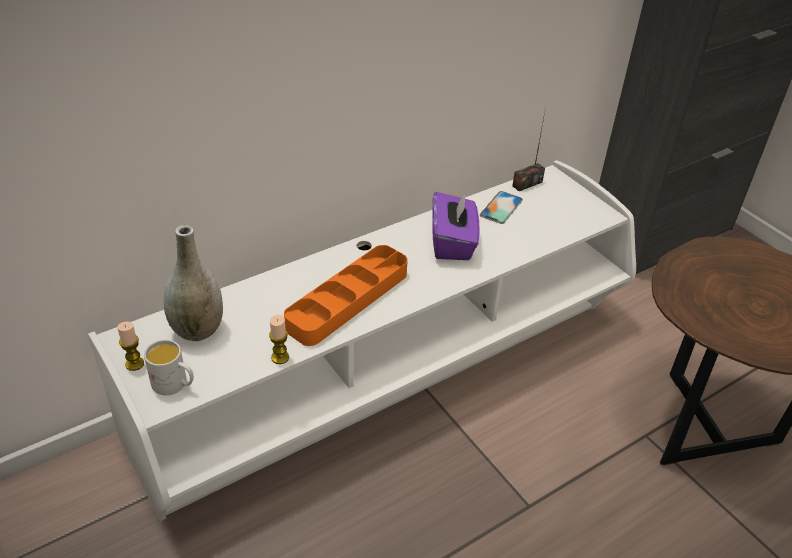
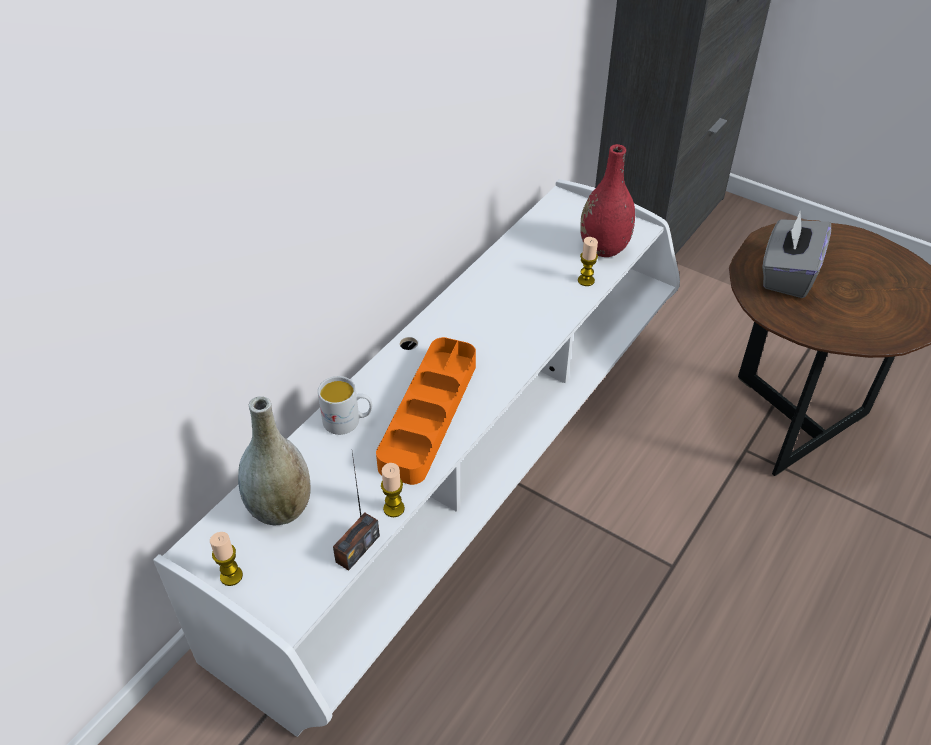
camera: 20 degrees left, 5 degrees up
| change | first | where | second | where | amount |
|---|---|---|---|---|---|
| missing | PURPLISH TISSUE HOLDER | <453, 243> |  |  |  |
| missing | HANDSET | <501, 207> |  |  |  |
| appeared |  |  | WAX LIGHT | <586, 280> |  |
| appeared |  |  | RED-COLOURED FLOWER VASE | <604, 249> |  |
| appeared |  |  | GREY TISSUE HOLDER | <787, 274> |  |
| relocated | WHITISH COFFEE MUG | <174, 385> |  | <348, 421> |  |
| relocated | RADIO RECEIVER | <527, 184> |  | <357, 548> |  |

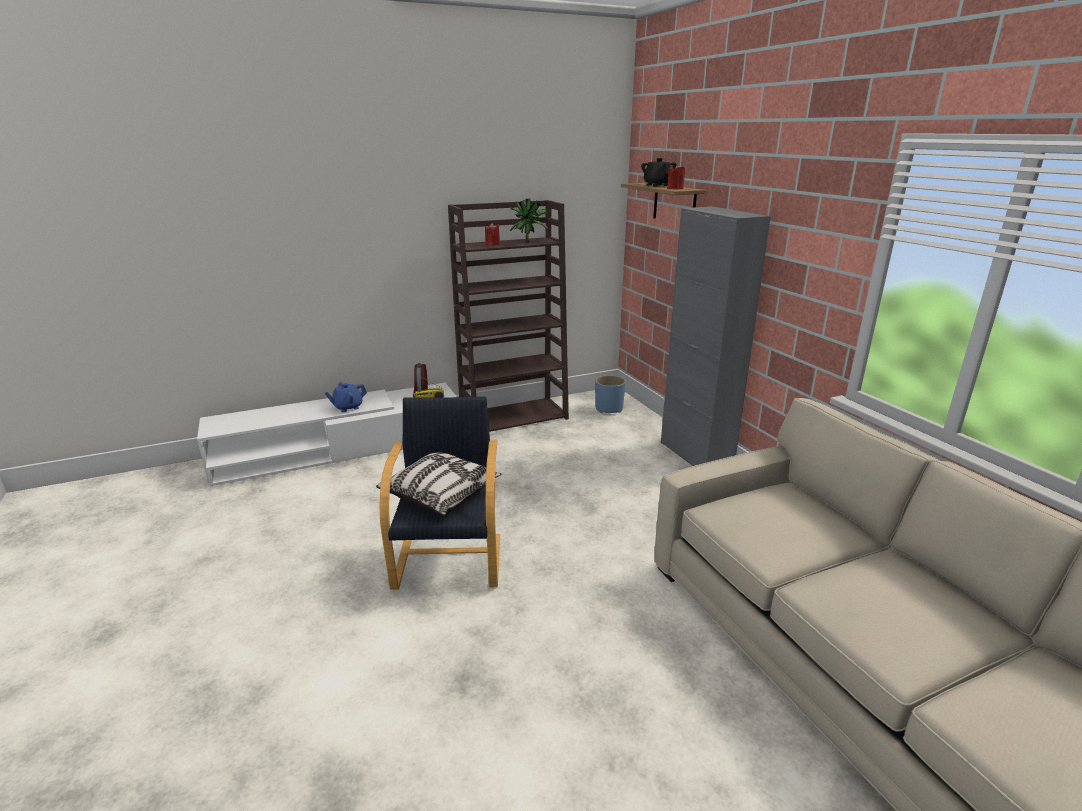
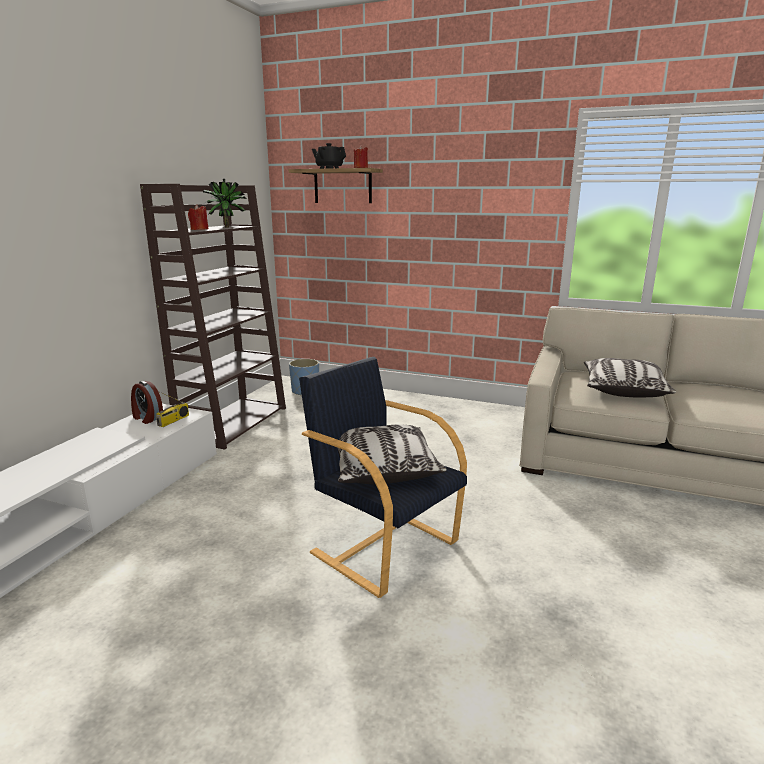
camera: 45 degrees left, 5 degrees down
| change | first | where | second | where | amount |
|---|---|---|---|---|---|
| missing | BLUE-COLOURED TEAPOT | <347, 407> |  |  |  |
| missing | GREY CABINET | <695, 455> |  |  |  |
| appeared |  |  | THROW PILLOW | <623, 390> |  |

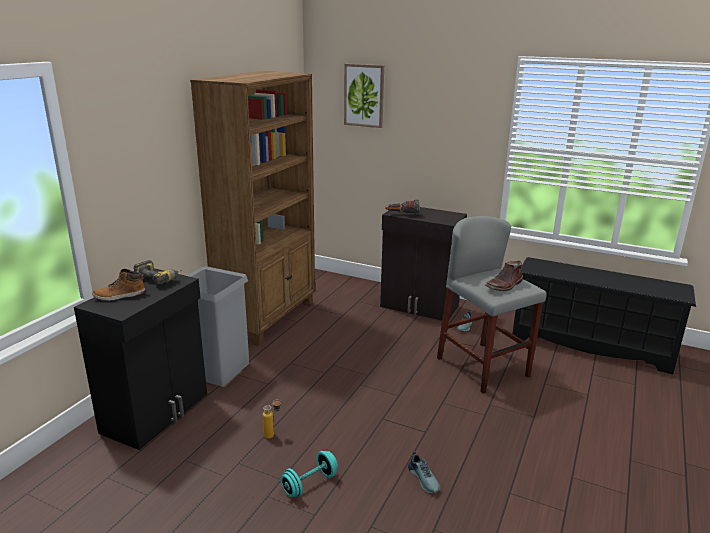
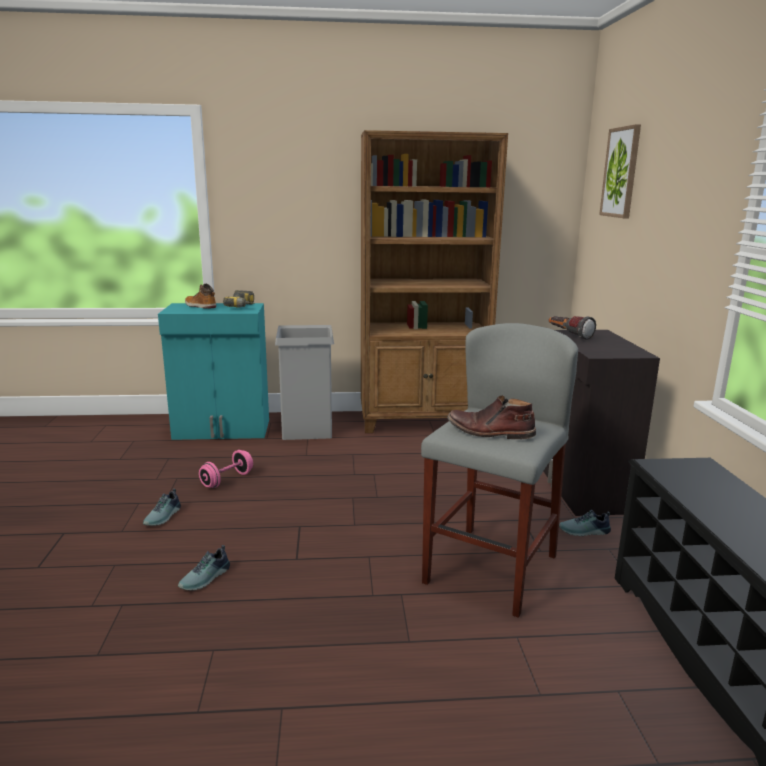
camera: 60 degrees right, 5 degrees down
| change | first | where | second | where | amount |
|---|---|---|---|---|---|
| exchanged | BEVERAGE BOTTLE | <273, 434> | PINK-COLOURED HAND WEIGHT | <227, 480> |  |
| exchanged | BLUE-GREEN HAND WEIGHT | <310, 484> | LOW SHOE | <164, 517> |  |
| colour | BLACKISH CABINET | <157, 413> | BLUE-GREEN CABINET | <222, 430> |  |

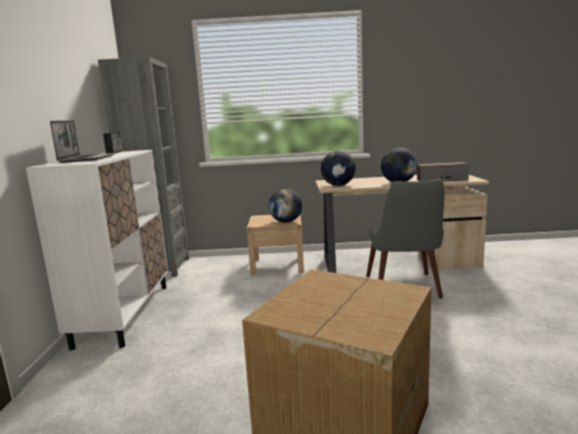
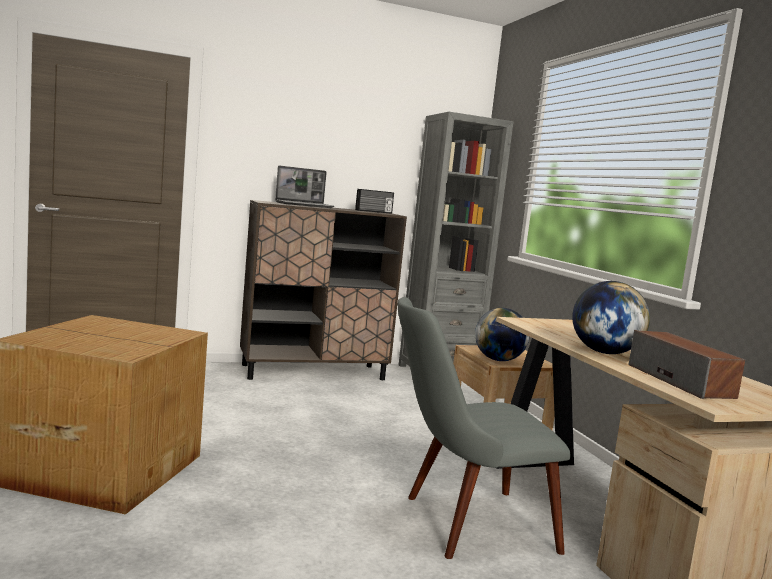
camera: 70 degrees right, 5 degrees down
| change | first | where | second | where | amount |
|---|---|---|---|---|---|
| missing | WORLD GLOBE | <338, 185> |  |  |  |
| colour | WHITISH CABINET | <125, 313> | BROWN CABINET | <314, 372> |  |

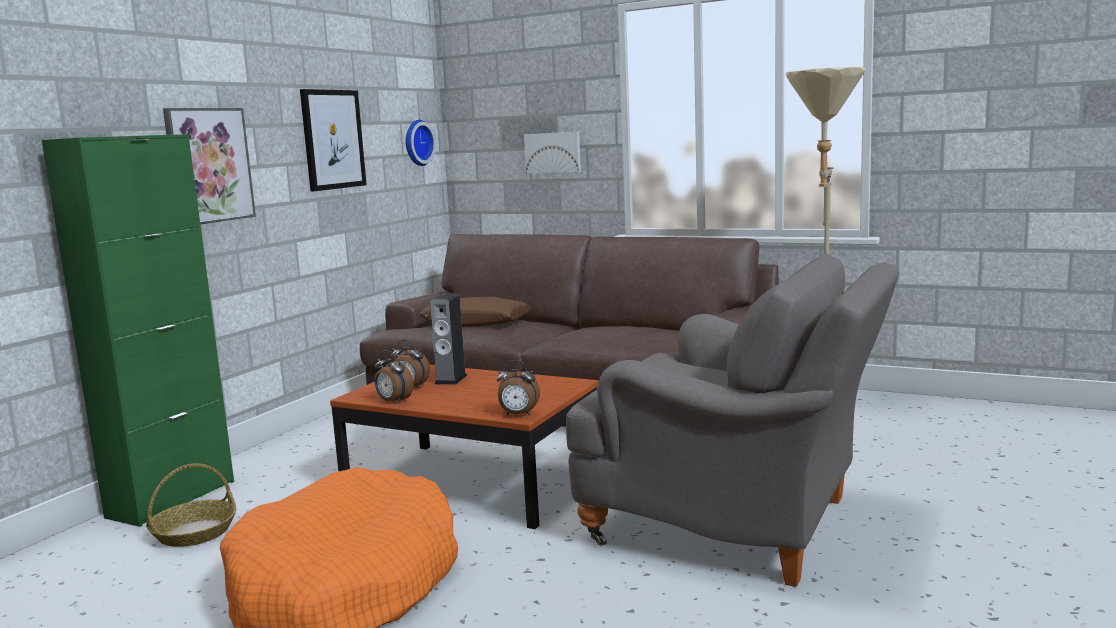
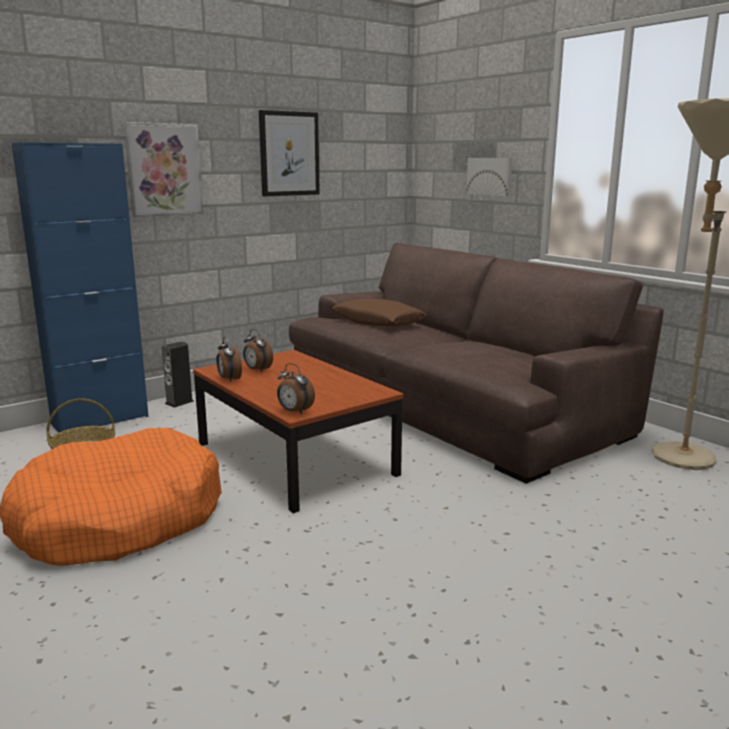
camera: 25 degrees right, 5 degrees up
| change | first | where | second | where | amount |
|---|---|---|---|---|---|
| missing | CLOCK ON THE WALL | <417, 143> |  |  |  |
| missing | GREY EASY CHAIR | <736, 524> |  |  |  |
| relocated | LOUDSPEAKER | <451, 379> |  | <179, 402> |  |
| colour | GREEN CABINET | <172, 499> | BLUE-COLOURED CABINET | <100, 420> |  |

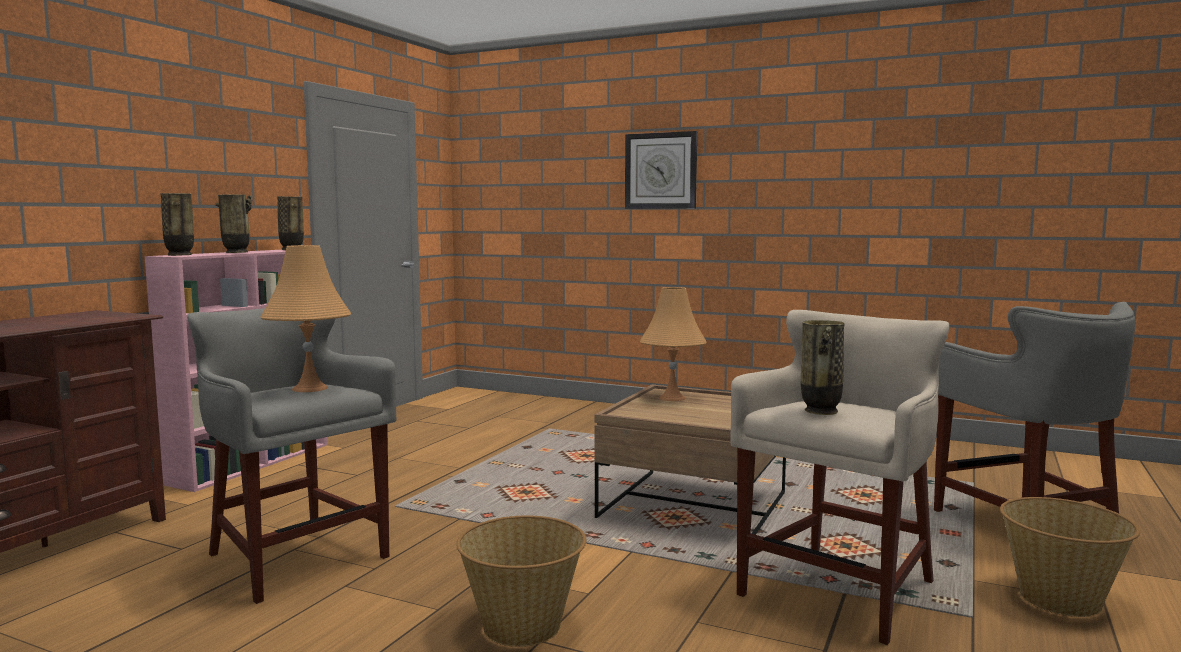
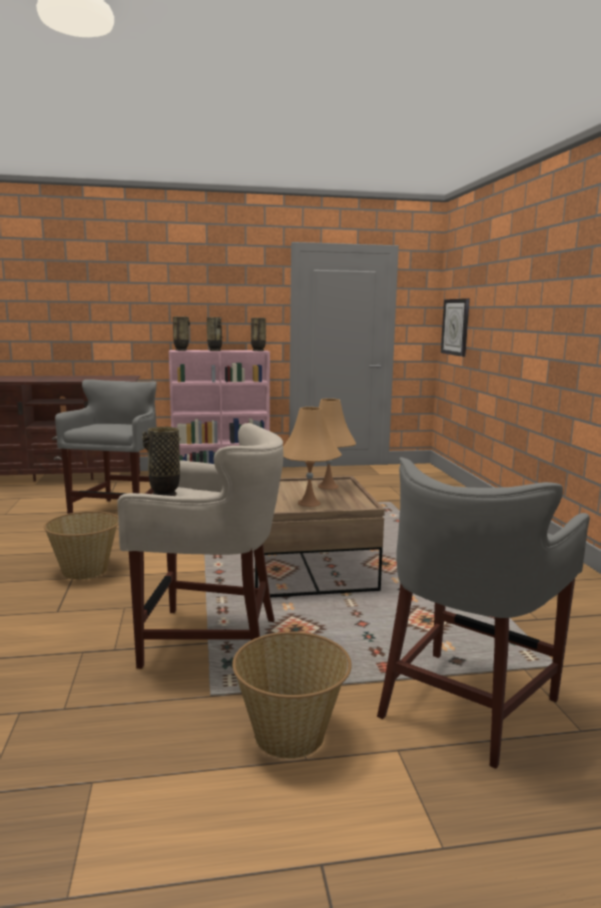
camera: 55 degrees right, 5 degrees up
| change | first | where | second | where | amount |
|---|---|---|---|---|---|
| relocated | ORANGEY TABLETOP LAMP | <309, 388> |  | <309, 503> |  |
| relocated | CLOCK ON THE WALL | <661, 171> |  | <456, 327> |  |

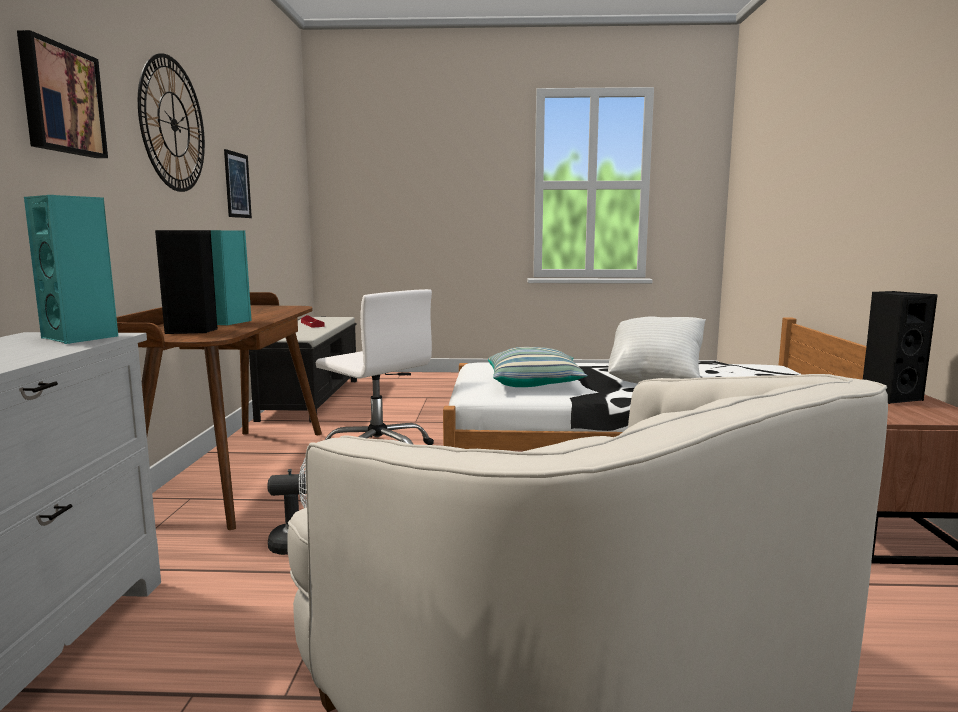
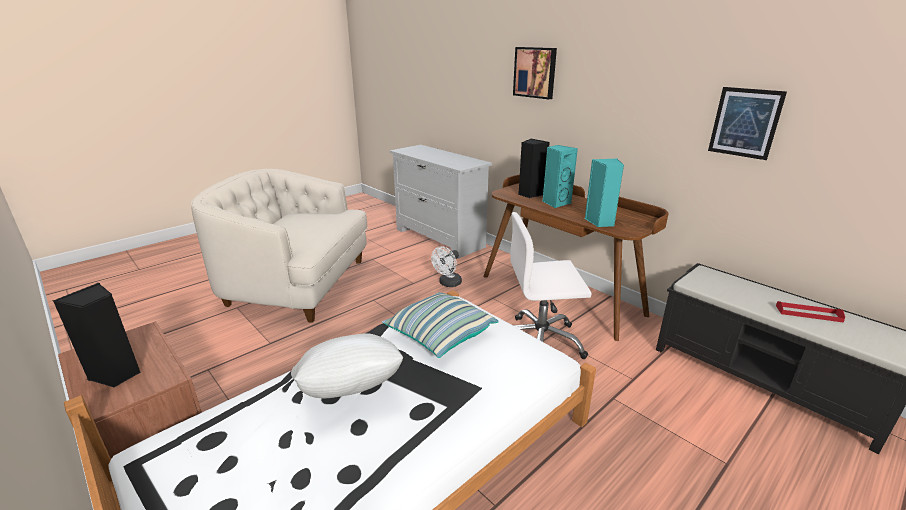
camera: 135 degrees right, 15 degrees up
| change | first | where | second | where | amount |
|---|---|---|---|---|---|
| missing | CLOCK ON THE WALL | <173, 124> |  |  |  |
| relocated | BLUE-GREEN LOUDSPEAKER | <81, 338> |  | <600, 222> |  |

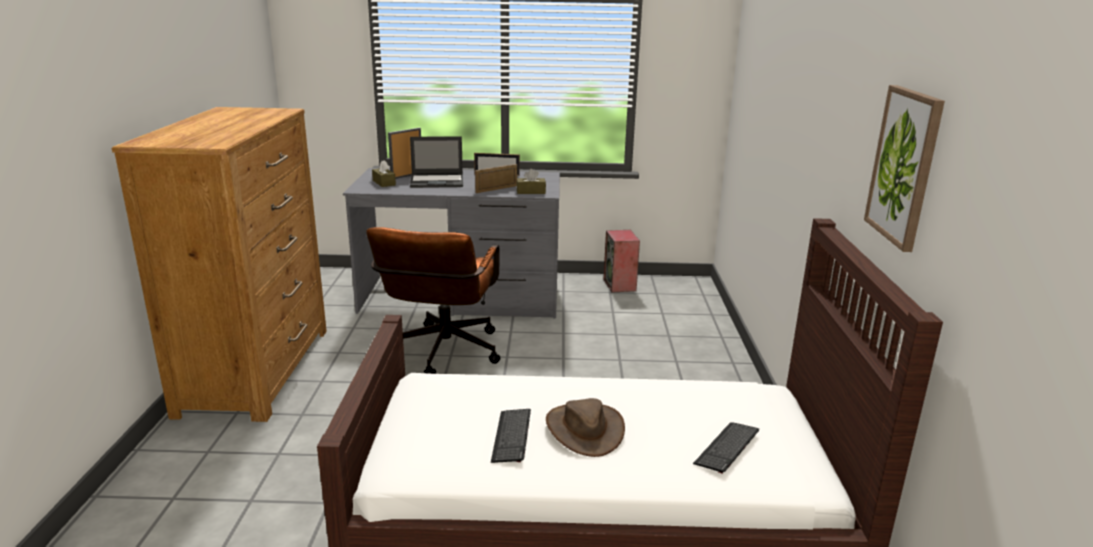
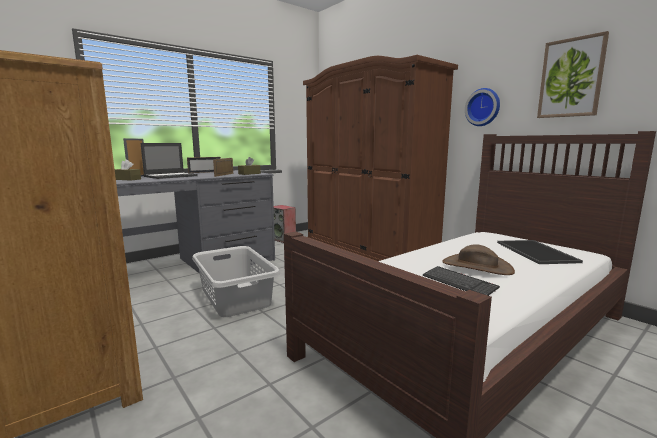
camera: 40 degrees left, 10 degrees down
| change | first | where | second | where | amount |
|---|---|---|---|---|---|
| appeared |  |  | BROWN WARDROBE | <367, 252> |  |
| appeared |  |  | CLOCK ON THE WALL | <483, 107> |  |
| exchanged | BROWN OFFICE CHAIR | <442, 355> | GREY LAUNDRY BASKET | <234, 297> |  |
| exchanged | PC KEYBOARD | <727, 448> | SERVING TRAY | <537, 252> |  |

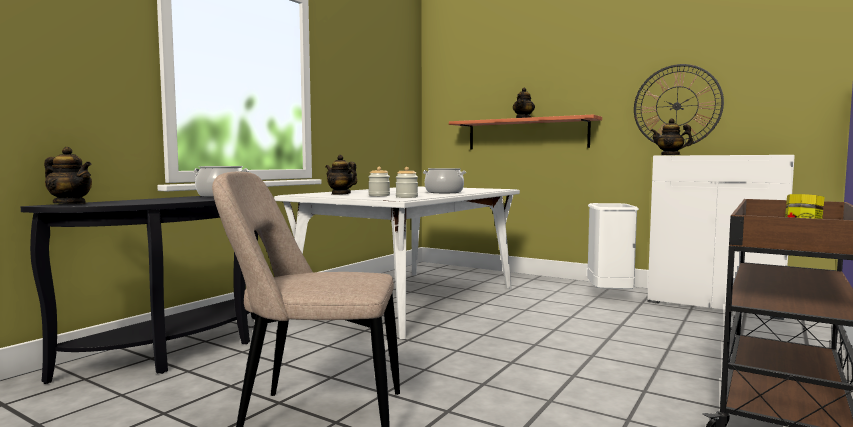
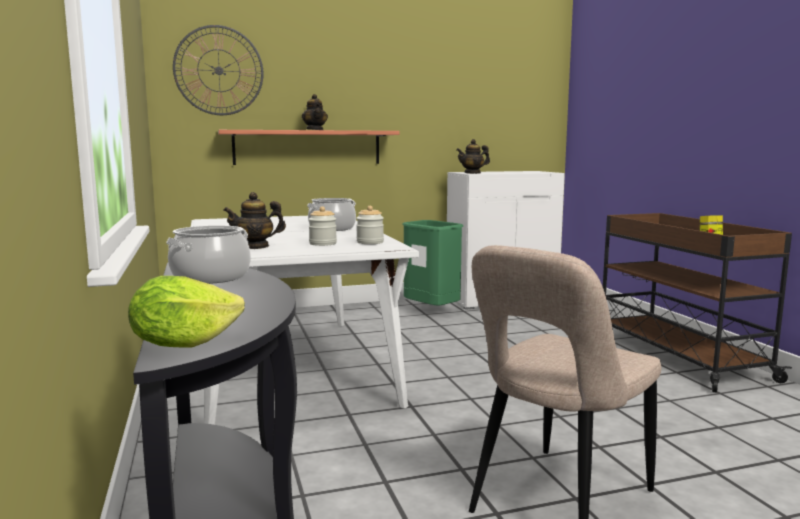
camera: 50 degrees left, 5 degrees up
| change | first | where | second | where | amount |
|---|---|---|---|---|---|
| relocated | CLOCK ON THE WALL | <677, 106> |  | <219, 70> |  |
| exchanged | TEAPOT | <70, 204> | HEAD OF LETTUCE | <183, 344> |  |
| colour | WHITISH RUBBISH BIN | <609, 296> | GREEN RUBBISH BIN | <431, 311> |  |

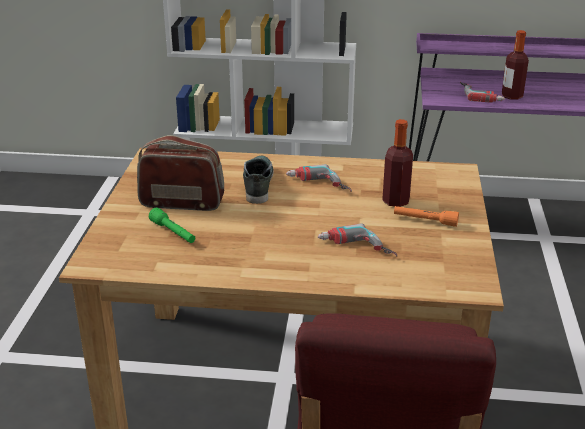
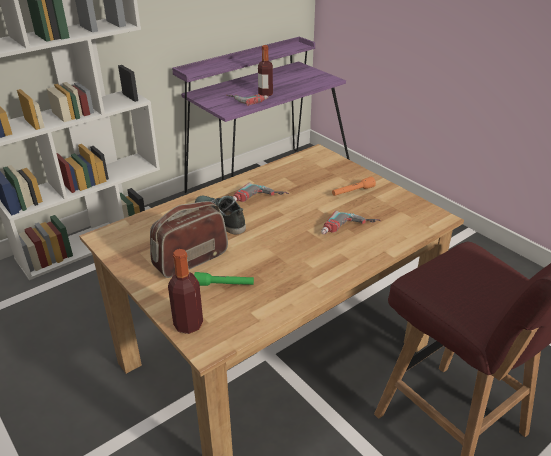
camera: 45 degrees left, 5 degrees up
| change | first | where | second | where | amount |
|---|---|---|---|---|---|
| relocated | BEVERAGE BOTTLE | <395, 201> |  | <188, 324> |  |

